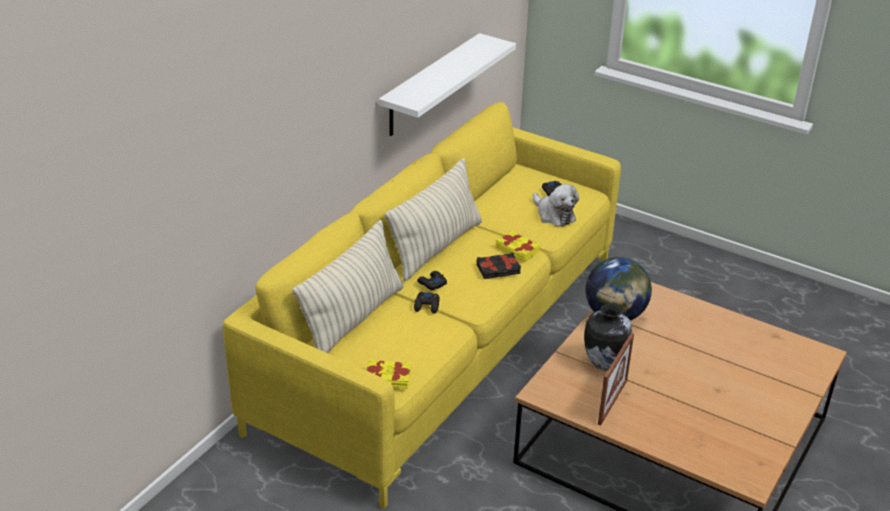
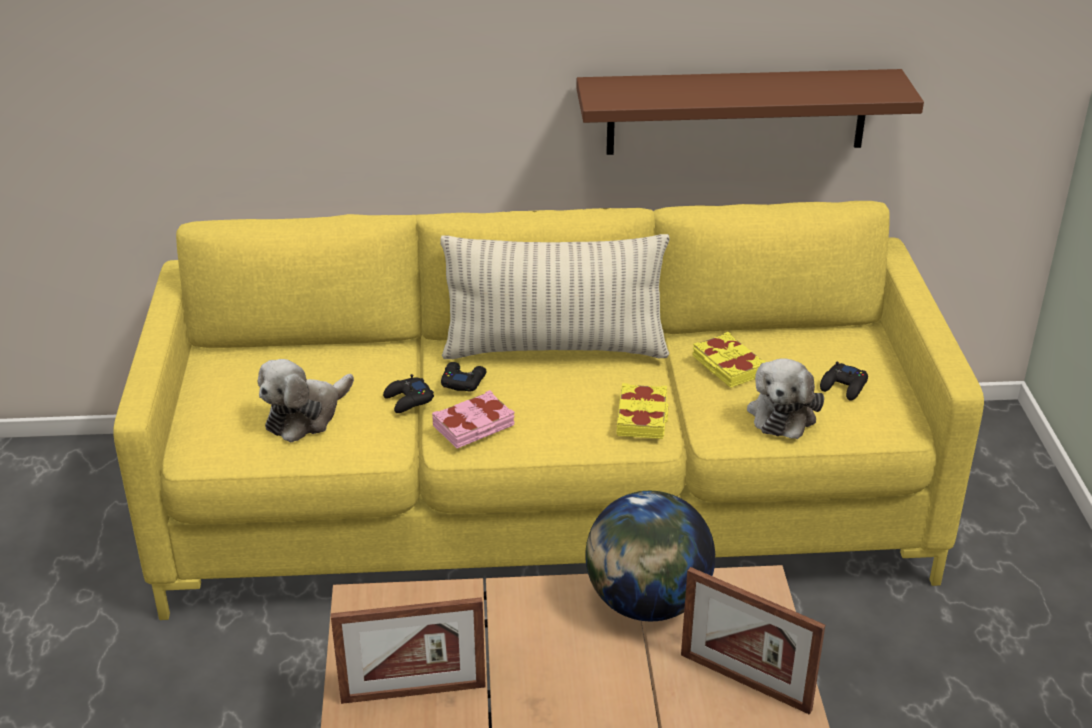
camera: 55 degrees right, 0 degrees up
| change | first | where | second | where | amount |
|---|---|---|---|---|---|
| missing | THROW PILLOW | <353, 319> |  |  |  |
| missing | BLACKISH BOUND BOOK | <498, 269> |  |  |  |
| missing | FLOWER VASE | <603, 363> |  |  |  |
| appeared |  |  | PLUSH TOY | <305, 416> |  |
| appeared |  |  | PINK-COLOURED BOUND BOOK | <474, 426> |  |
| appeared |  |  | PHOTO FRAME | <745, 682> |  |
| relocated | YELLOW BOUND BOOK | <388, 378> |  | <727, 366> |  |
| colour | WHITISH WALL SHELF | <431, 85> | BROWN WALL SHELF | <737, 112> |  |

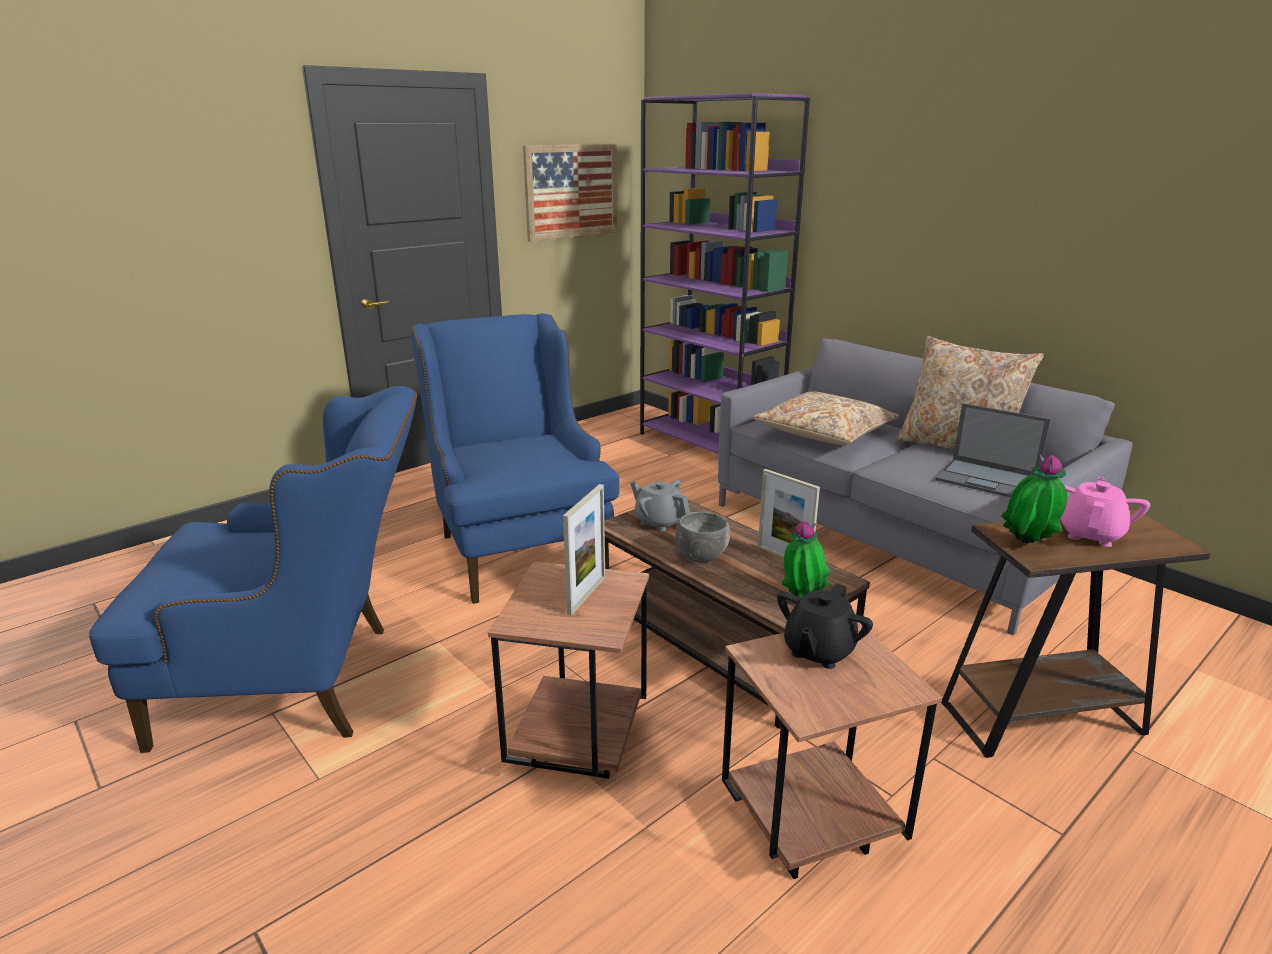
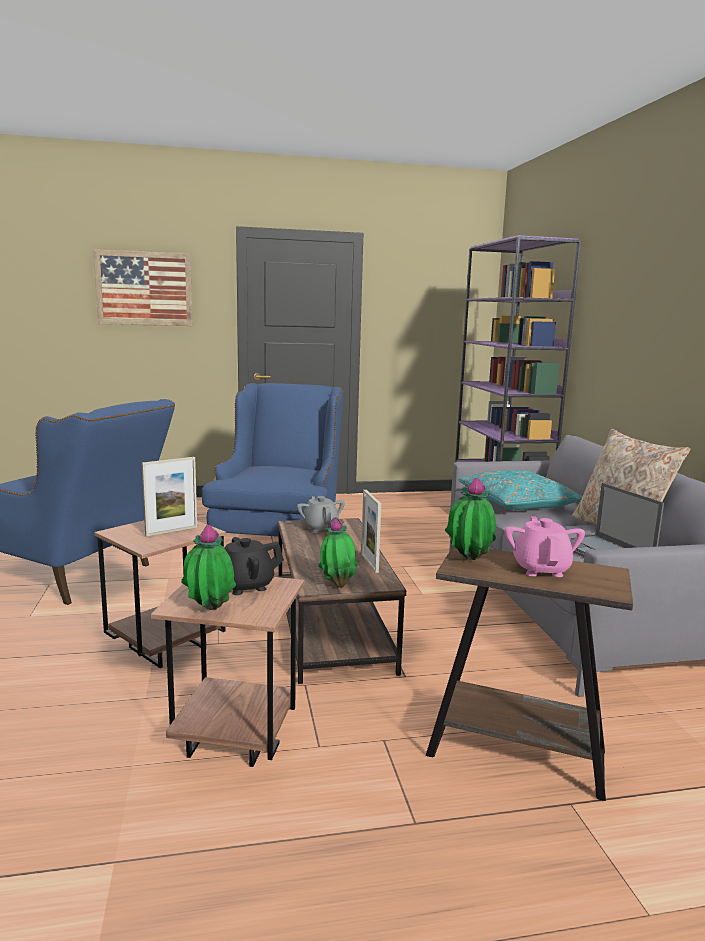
camera: 30 degrees right, 10 degrees down
| change | first | where | second | where | amount |
|---|---|---|---|---|---|
| missing | GREY BOWL | <701, 557> |  |  |  |
| appeared |  |  | HOUSEPLANT | <209, 611> |  |
| relocated | WALL ART | <572, 191> |  | <144, 288> |  |
| colour | BEIGE-COLOURED THROW PILLOW | <824, 432> | BLUE-GREEN THROW PILLOW | <518, 503> |  |
| spun | PINK-COLOURED TEAPOT | <1090, 534> |  | <541, 569> | 60 degrees counterclockwise |

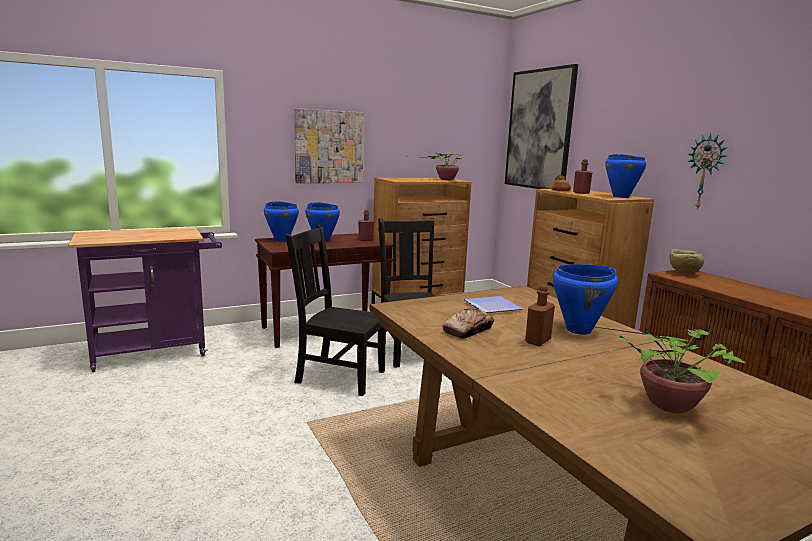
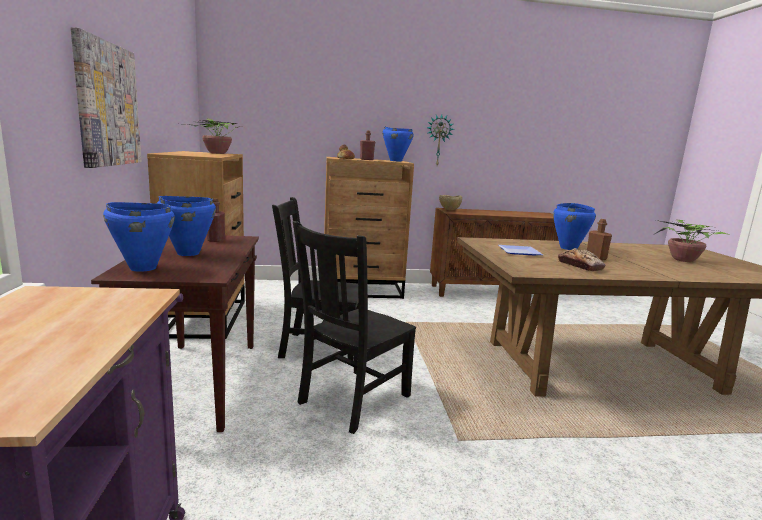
camera: 70 degrees left, 0 degrees up
| change | first | where | second | where | amount |
|---|---|---|---|---|---|
| missing | WALL ART | <539, 130> |  |  |  |

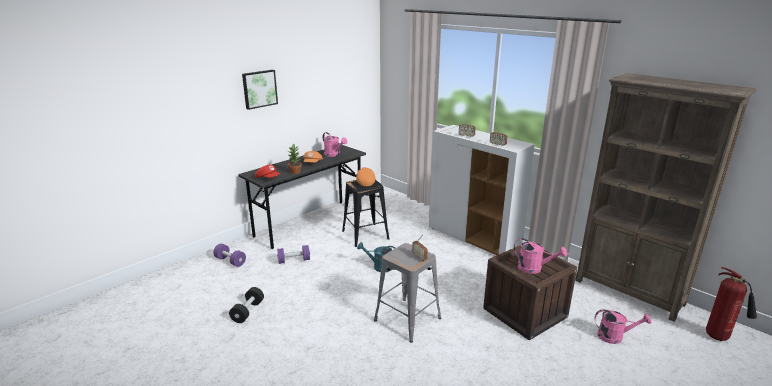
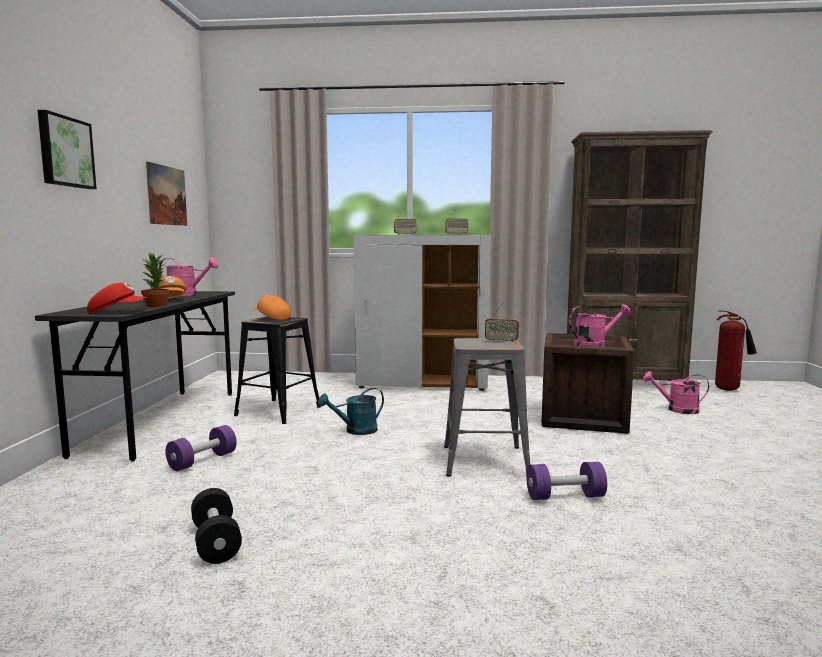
camera: 40 degrees left, 15 degrees down
| change | first | where | second | where | amount |
|---|---|---|---|---|---|
| appeared |  |  | WALL ART | <167, 195> |  |
| relocated | PURPLISH HAND WEIGHT | <230, 261> |  | <565, 496> |  |
| spun | PINK-COLOURED WATERING POT | <615, 337> |  | <677, 409> | 135 degrees counterclockwise |

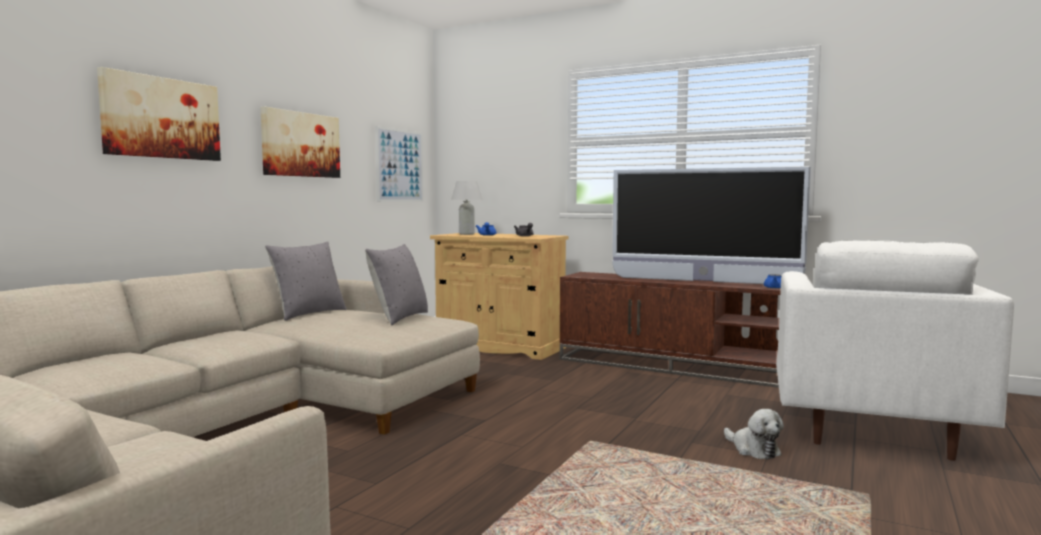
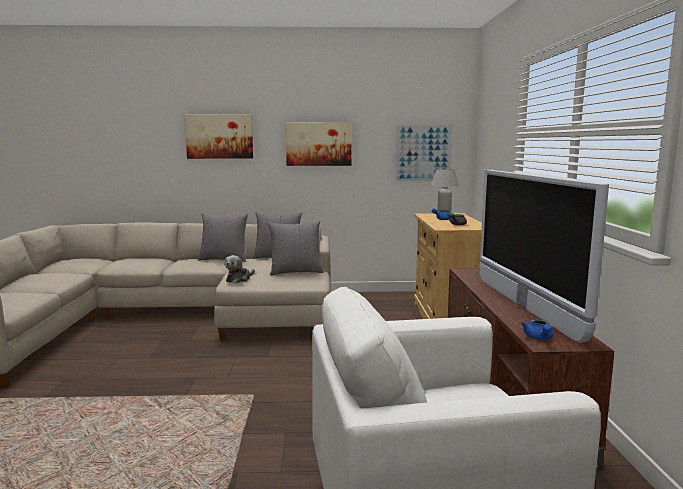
camera: 60 degrees right, 5 degrees up
| change | first | where | second | where | amount |
|---|---|---|---|---|---|
| appeared |  |  | GREY THROW PILLOW | <224, 259> |  |
| relocated | PLUSH TOY | <753, 449> |  | <239, 279> |  |

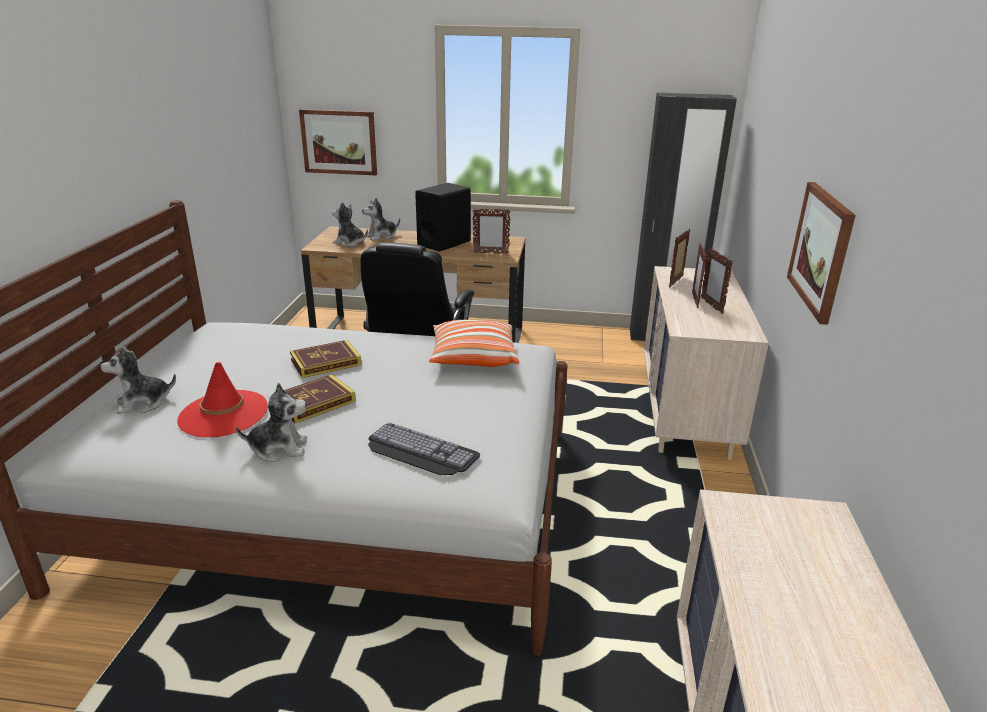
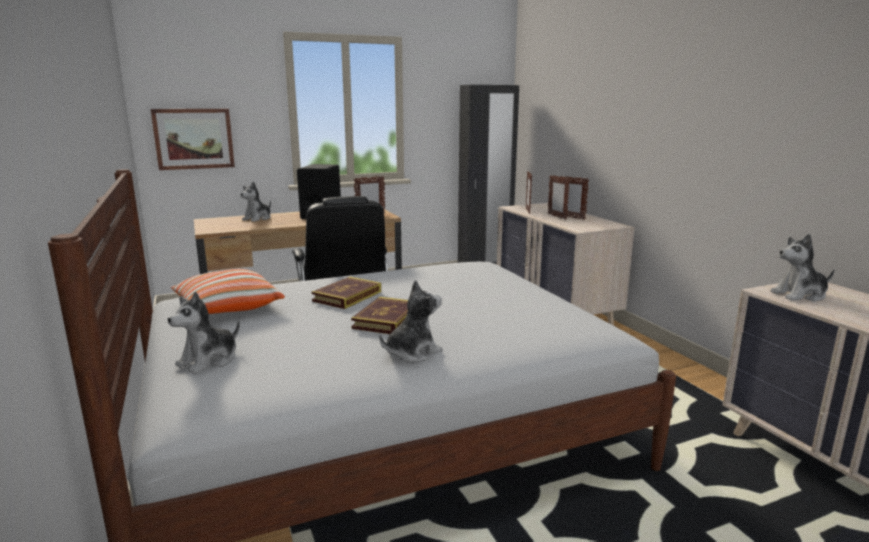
camera: 30 degrees left, 10 degrees down
| change | first | where | second | where | amount |
|---|---|---|---|---|---|
| missing | RED-COLOURED CLOTHING HAT | <223, 414> |  |  |  |
| missing | PC KEYBOARD | <418, 451> |  |  |  |
| missing | WALL ART | <821, 250> |  |  |  |
| relocated | PLUSH TOY | <350, 243> |  | <800, 295> |  |
| relocated | THROW PILLOW | <473, 358> |  | <227, 308> |  |

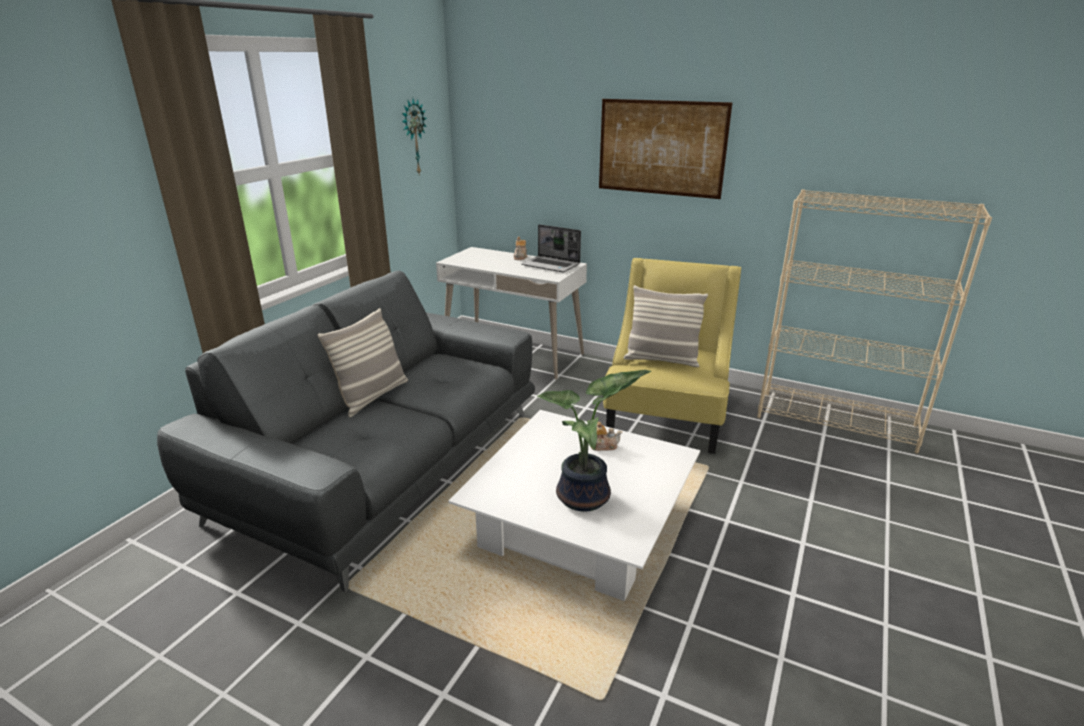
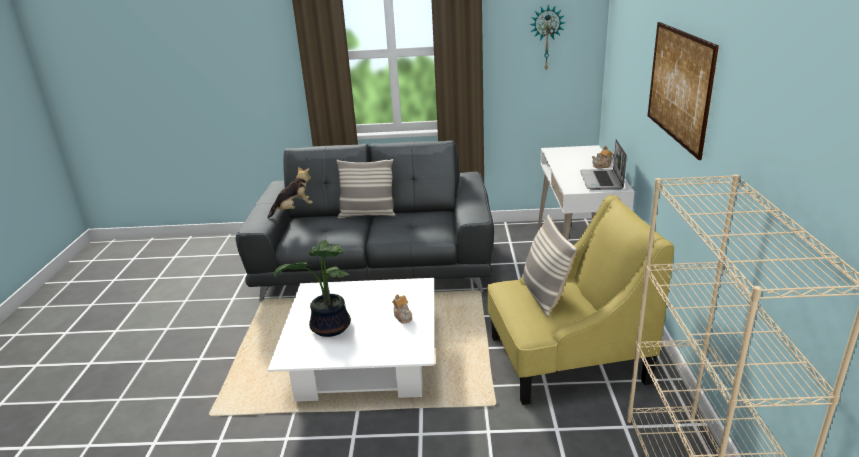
camera: 65 degrees right, 0 degrees up
| change | first | where | second | where | amount |
|---|---|---|---|---|---|
| appeared |  |  | PLUSH TOY | <294, 210> |  |

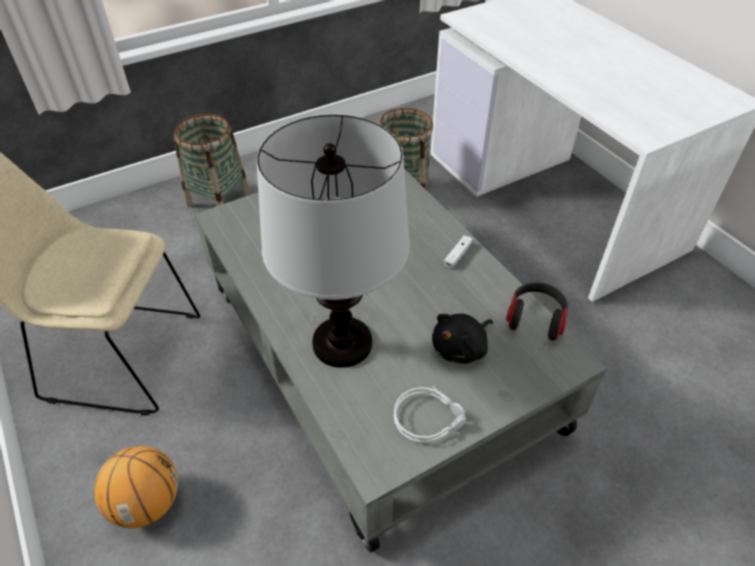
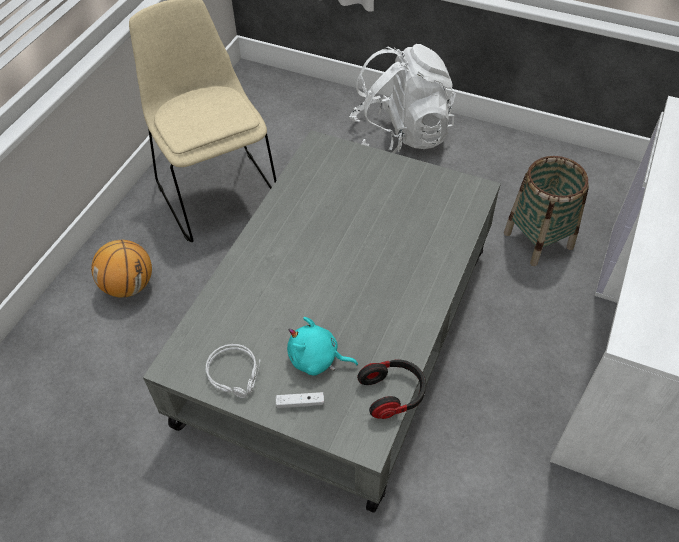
camera: 55 degrees right, 5 degrees up
| change | first | where | second | where | amount |
|---|---|---|---|---|---|
| missing | TABLETOP LAMP | <343, 343> |  |  |  |
| relocated | WHITISH GAME CONTROLLER | <457, 255> |  | <300, 403> |  |
| exchanged | BASKET | <218, 199> | WHITISH RUCKSACK | <400, 136> |  |
| colour | BLACKISH PLUSH TOY | <461, 348> | BLUE-GREEN PLUSH TOY | <317, 359> |  |

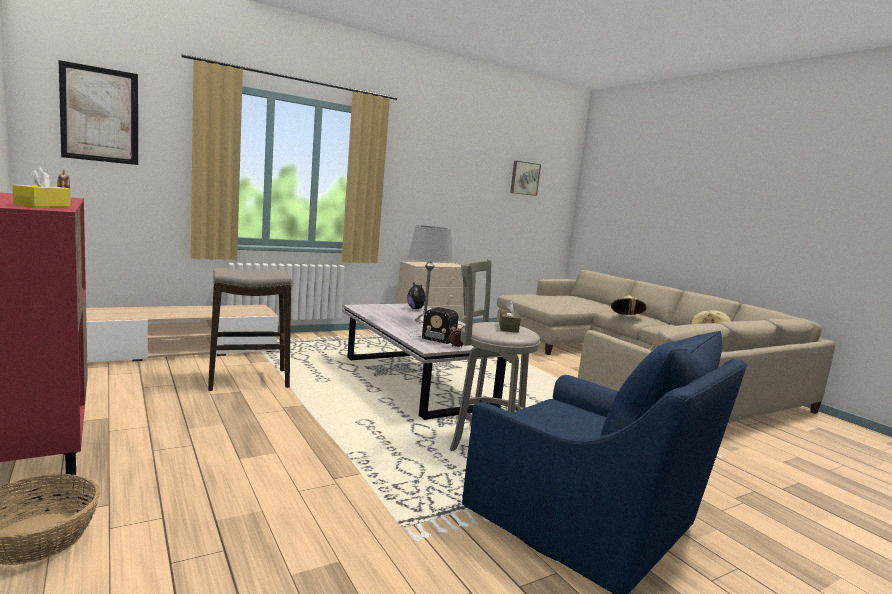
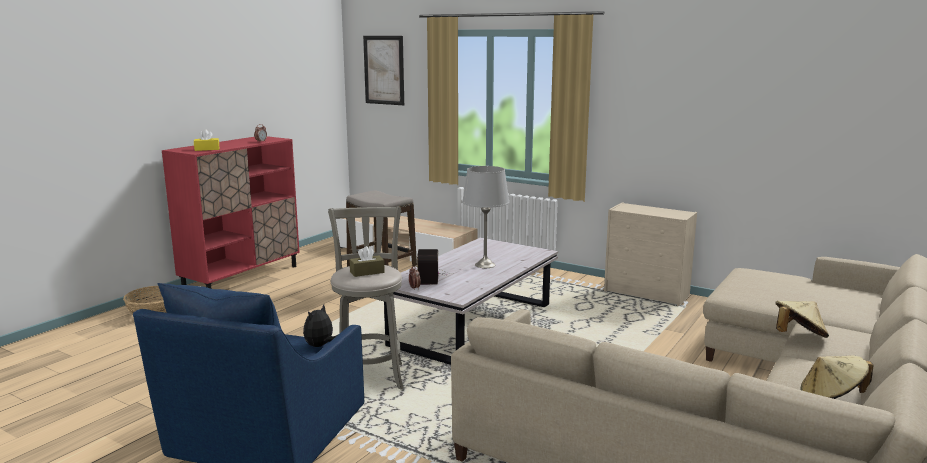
camera: 65 degrees right, 5 degrees up
| change | first | where | second | where | amount |
|---|---|---|---|---|---|
| missing | WALL ART | <524, 178> |  |  |  |
| relocated | PLUSH TOY | <416, 309> |  | <320, 346> |  |

